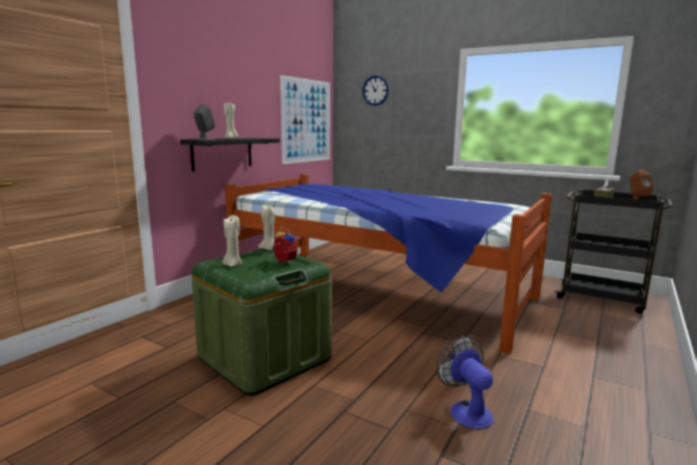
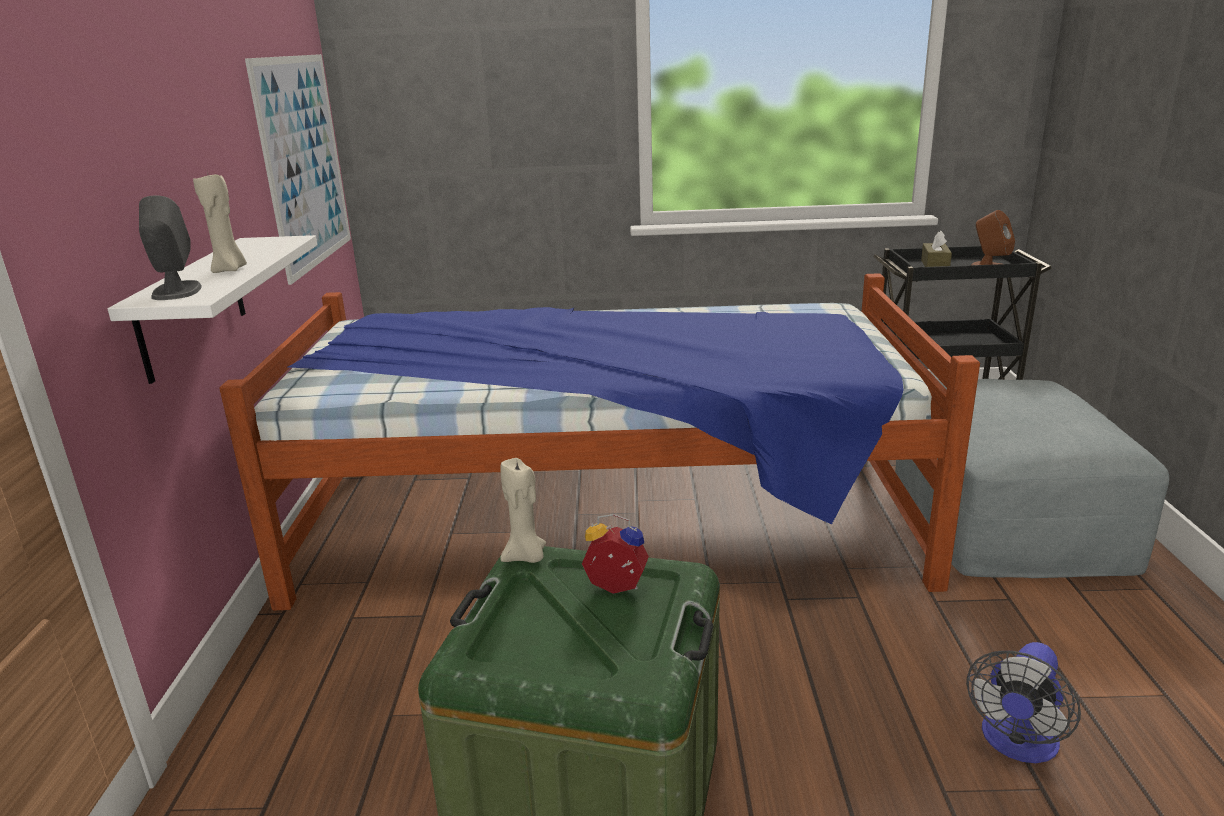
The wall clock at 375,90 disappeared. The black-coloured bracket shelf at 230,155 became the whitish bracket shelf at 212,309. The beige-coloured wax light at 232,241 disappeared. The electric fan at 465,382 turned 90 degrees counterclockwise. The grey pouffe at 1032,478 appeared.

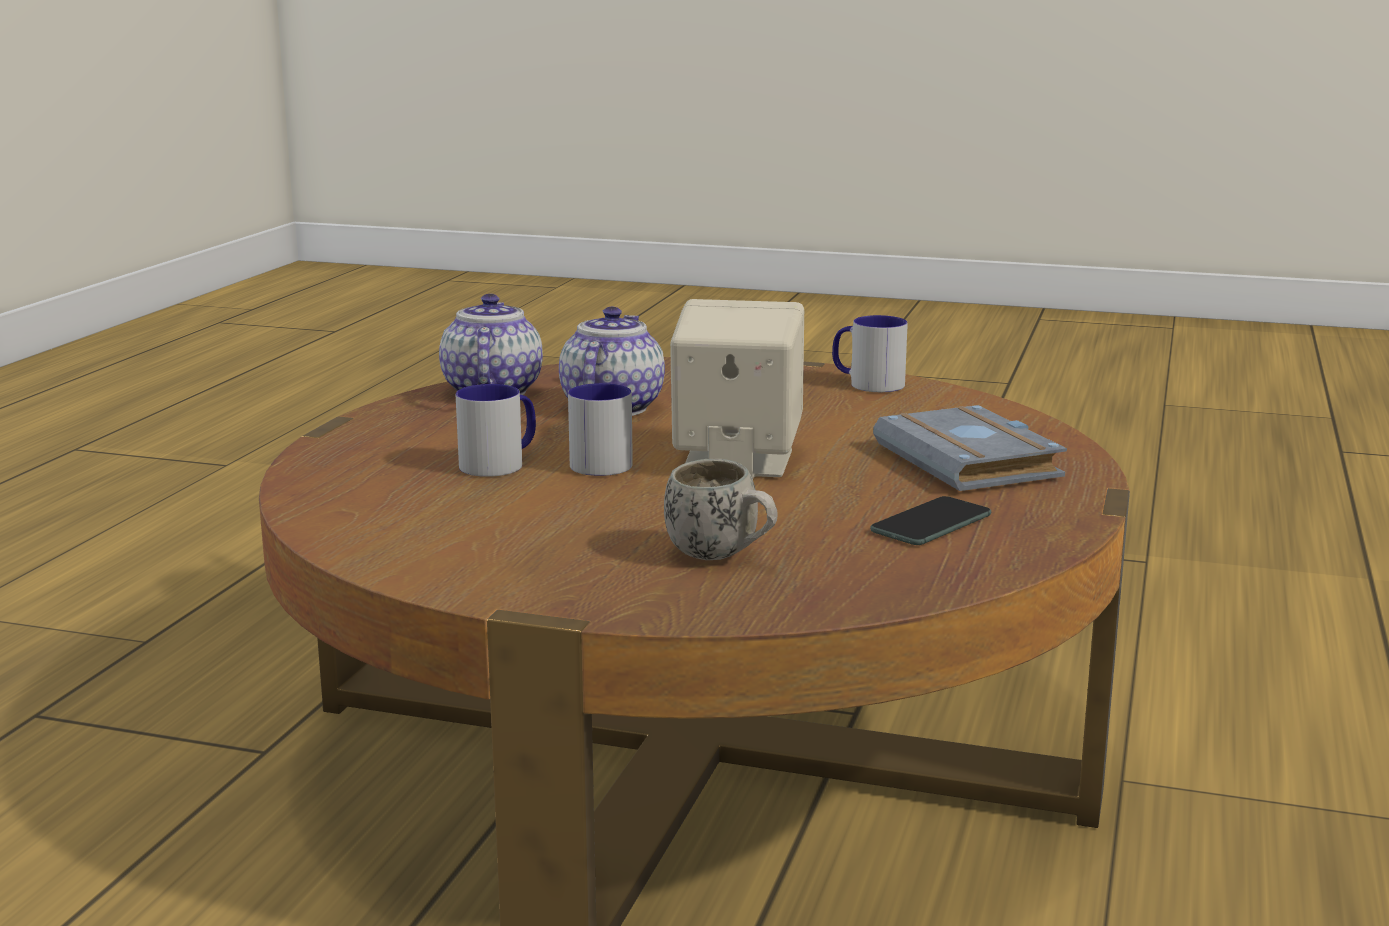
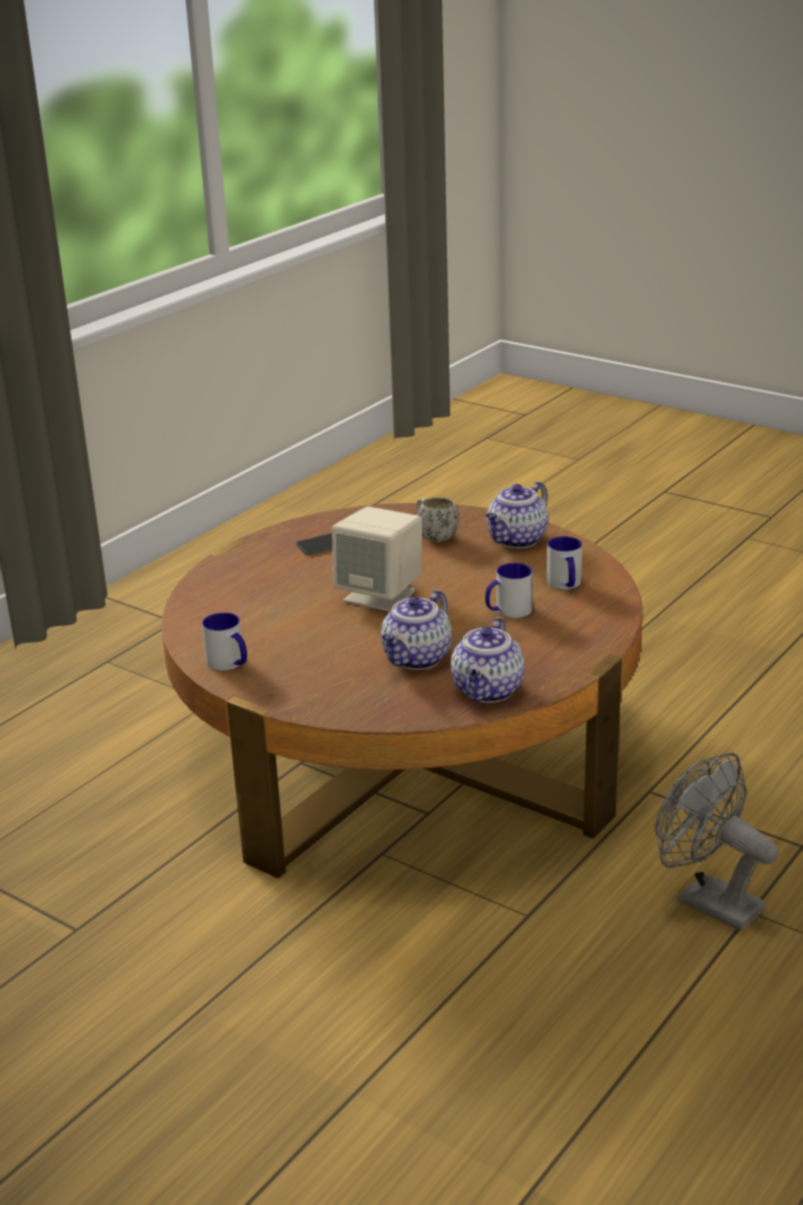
The tea mug moved from 600,429 to 564,563. The grey volume at 970,448 disappeared. The tea pot at 517,515 appeared. The grey electric fan at 717,842 appeared.

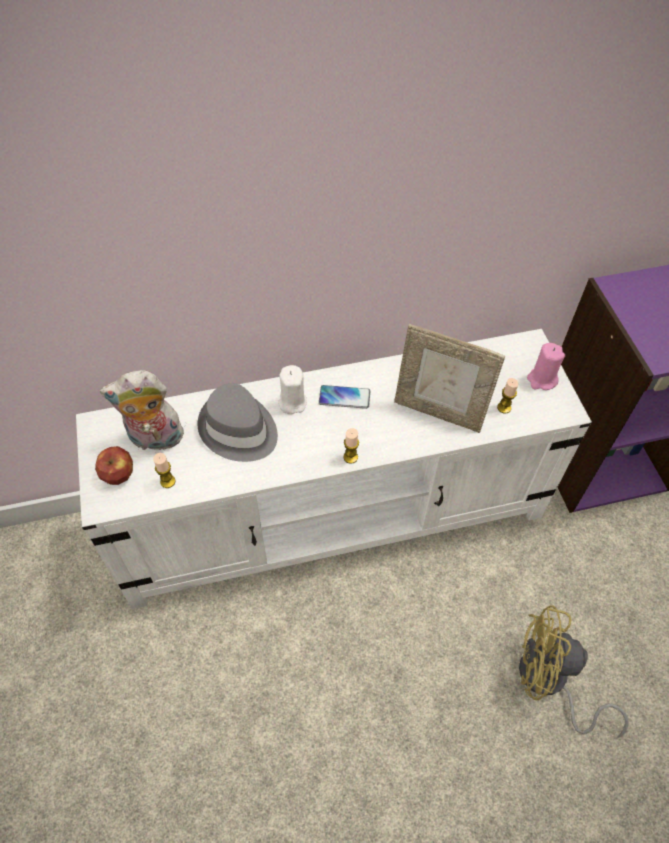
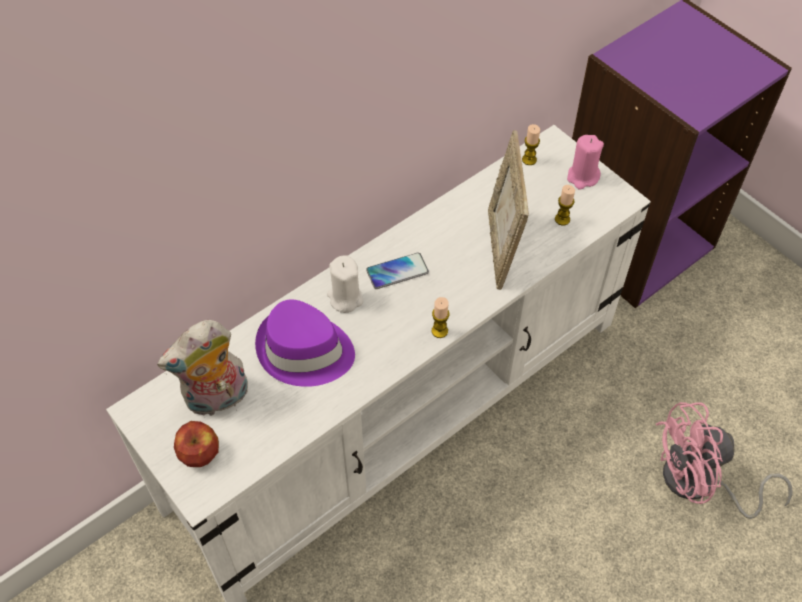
The standing frame at 449,378 turned 90 degrees clockwise. The grey wearable hat at 238,422 became the purple wearable hat at 305,343. The wax light moved from 164,470 to 531,144. The yellow-coloured electric fan at 574,671 became the pink-coloured electric fan at 724,460.

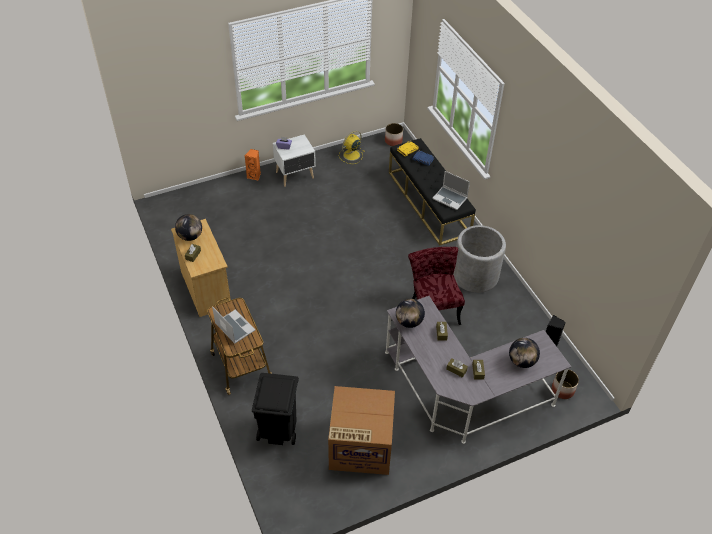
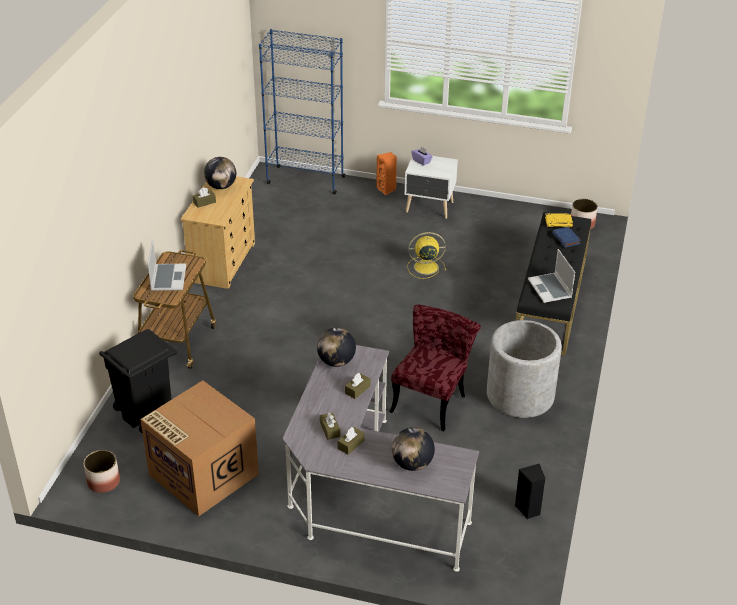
The yellow-coloured electric fan moved from 351,147 to 426,255. The flower pot moved from 565,384 to 102,471. The bluish bookshelf at 302,111 appeared.

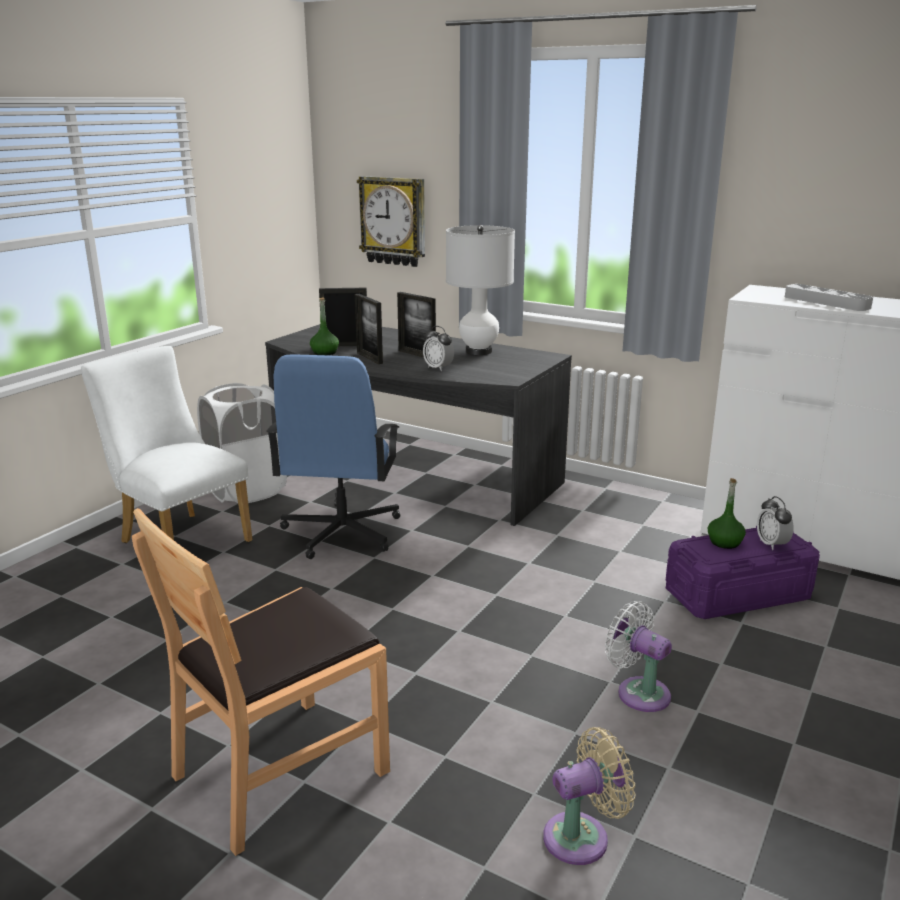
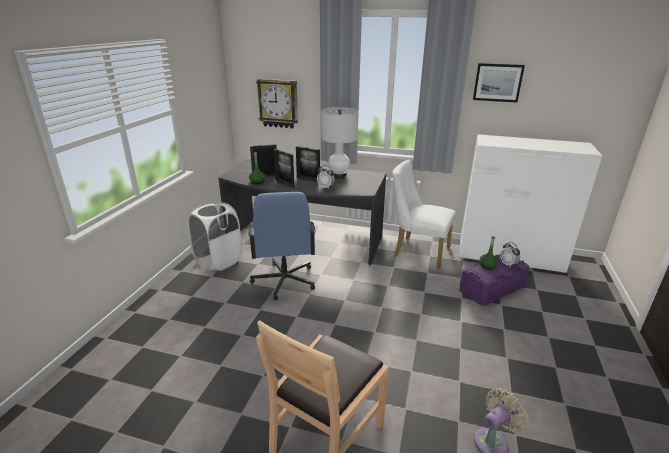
The grey tray at 829,297 disappeared. The whitish plain chair moved from 166,444 to 424,213. The whitish electric fan at 638,656 disappeared. The wall picture at 499,83 appeared.

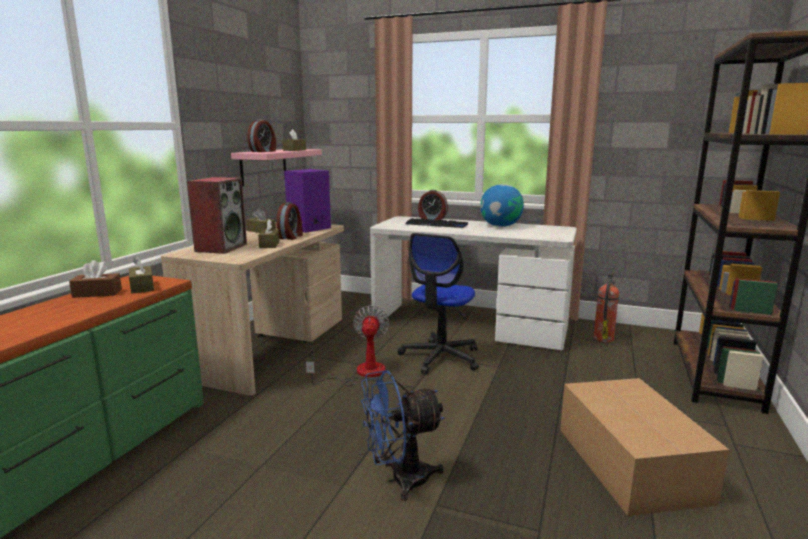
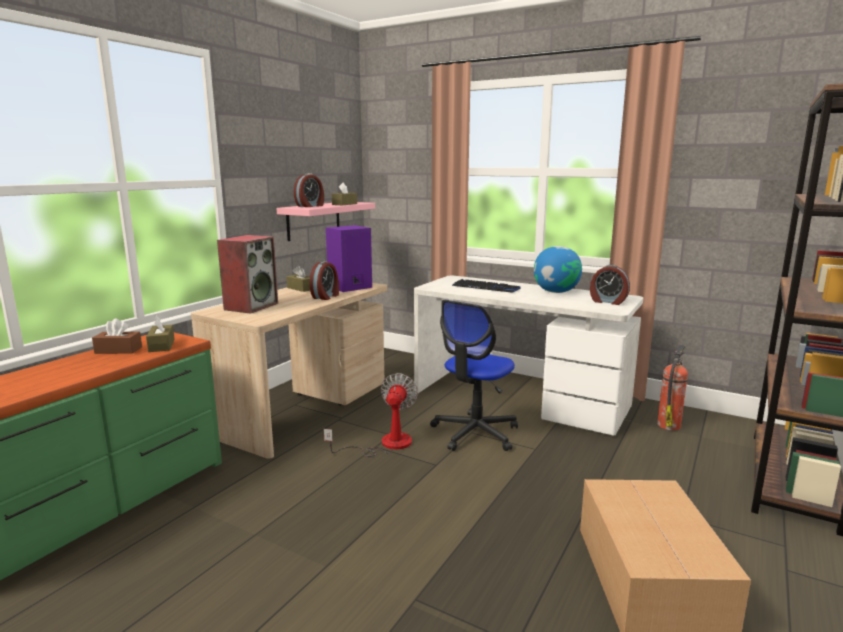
The alarm clock moved from 433,205 to 610,285. The brown-coloured box of tissues at 269,233 disappeared. The bluish electric fan at 402,435 disappeared.

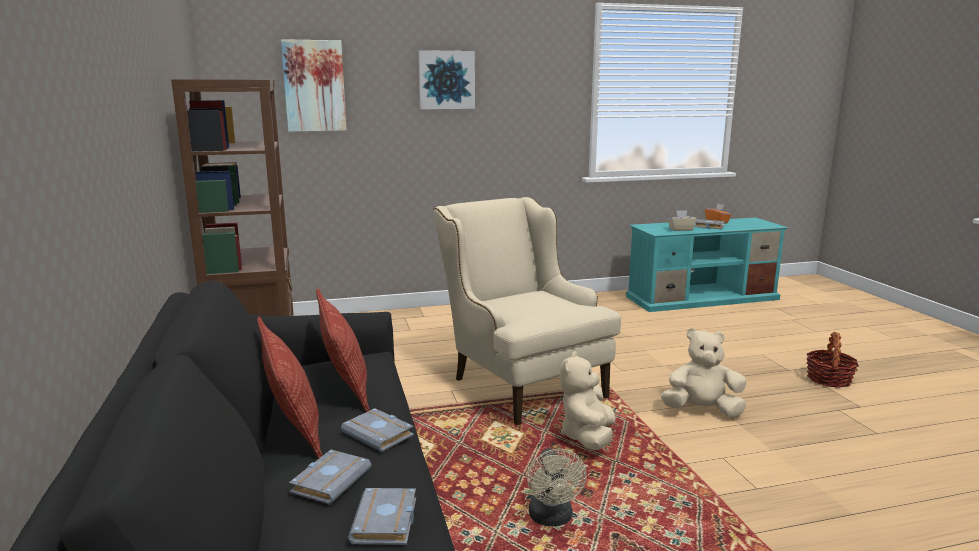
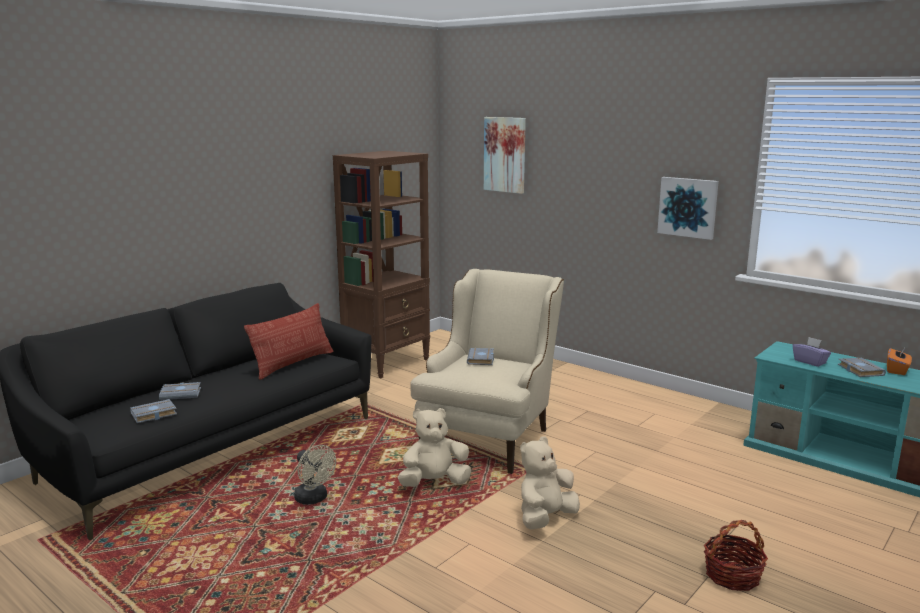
The wall picture moved from 446,79 to 688,208. The beige-coloured box of tissues at 682,220 became the purple box of tissues at 812,352. The throw pillow at 290,388 disappeared. The beige-coloured plush toy at 703,372 turned 105 degrees counterclockwise. The grey volume moved from 377,430 to 480,356. The beige-coloured electric fan at 557,487 turned 90 degrees counterclockwise.

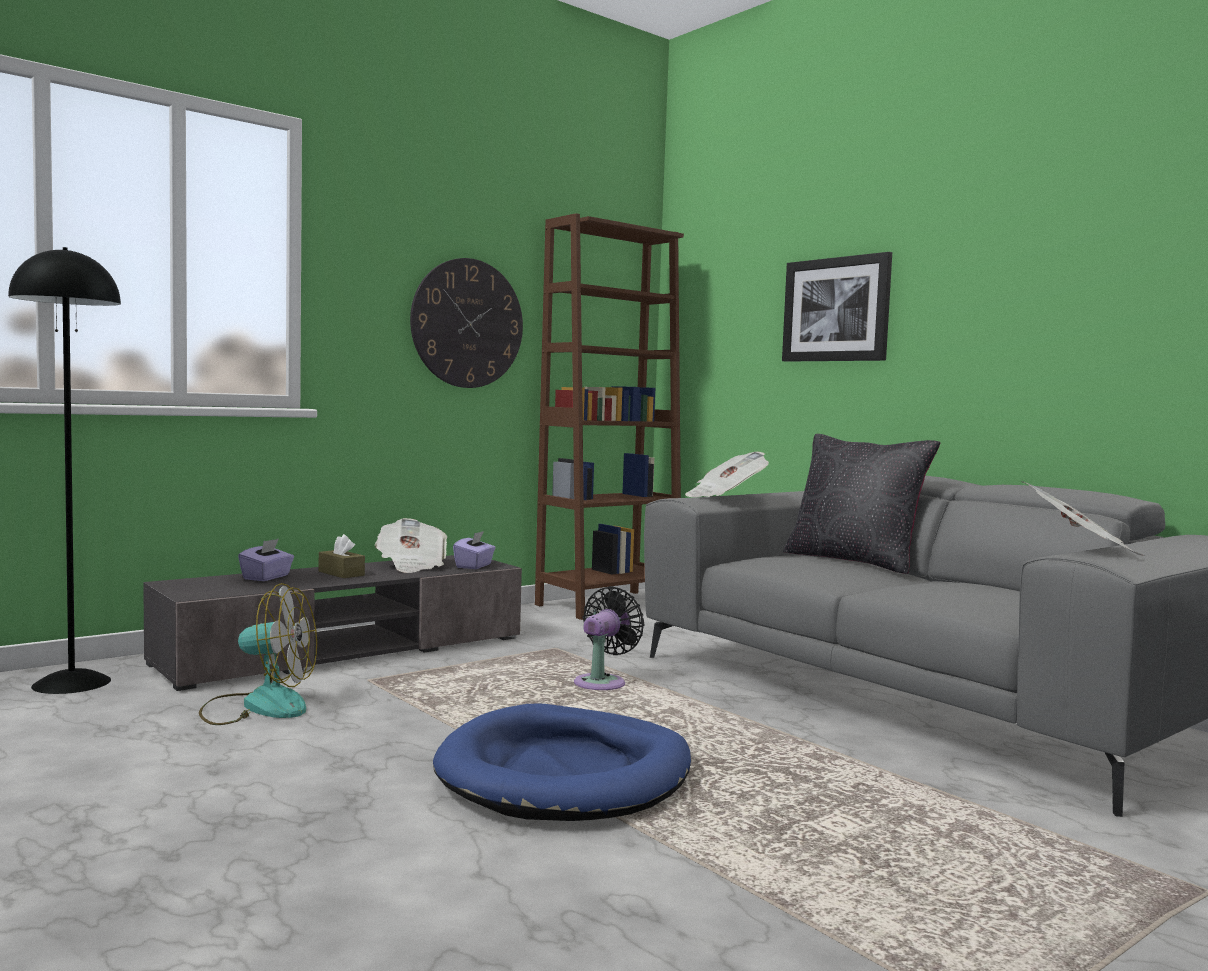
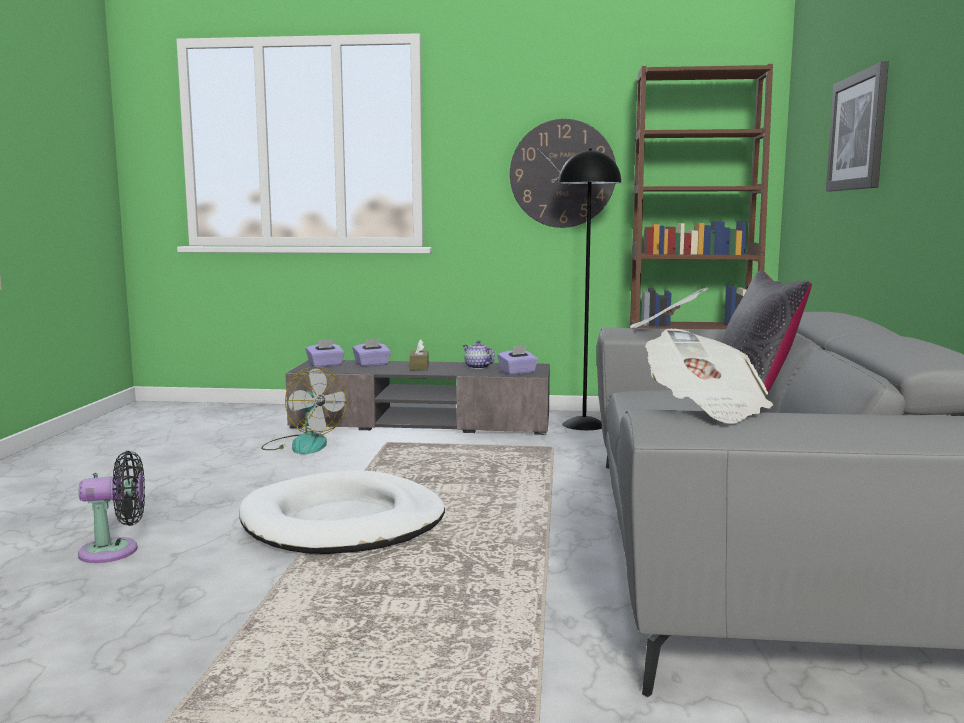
The black-coloured standard lamp moved from 64,470 to 589,289. The daily paper at 411,545 was replaced by the tea pot at 479,355. The black-coloured electric fan moved from 609,638 to 111,507. The bluish dog cushion at 562,762 became the whitish dog cushion at 342,512. The purple box of tissues at 325,353 appeared.

